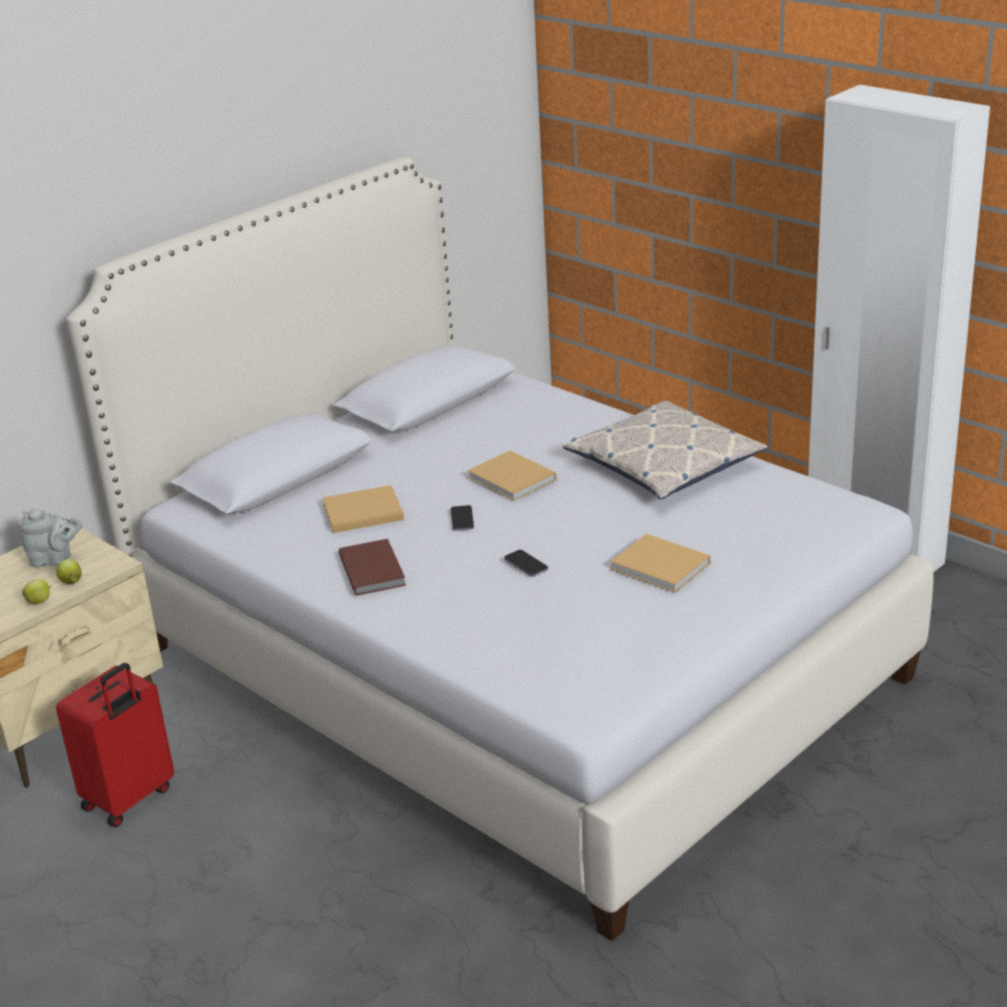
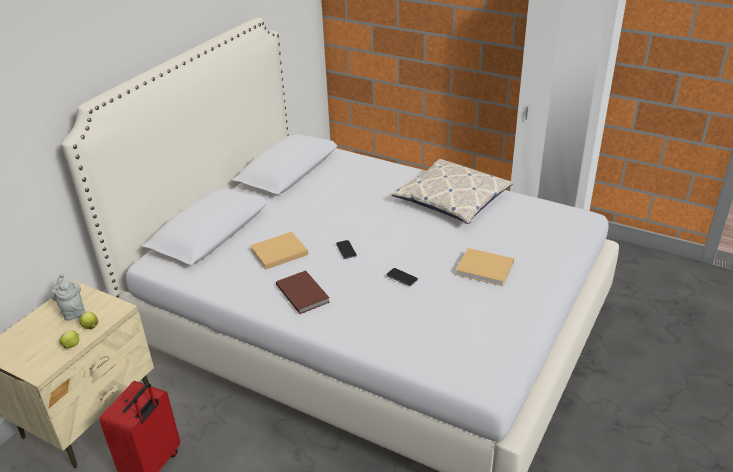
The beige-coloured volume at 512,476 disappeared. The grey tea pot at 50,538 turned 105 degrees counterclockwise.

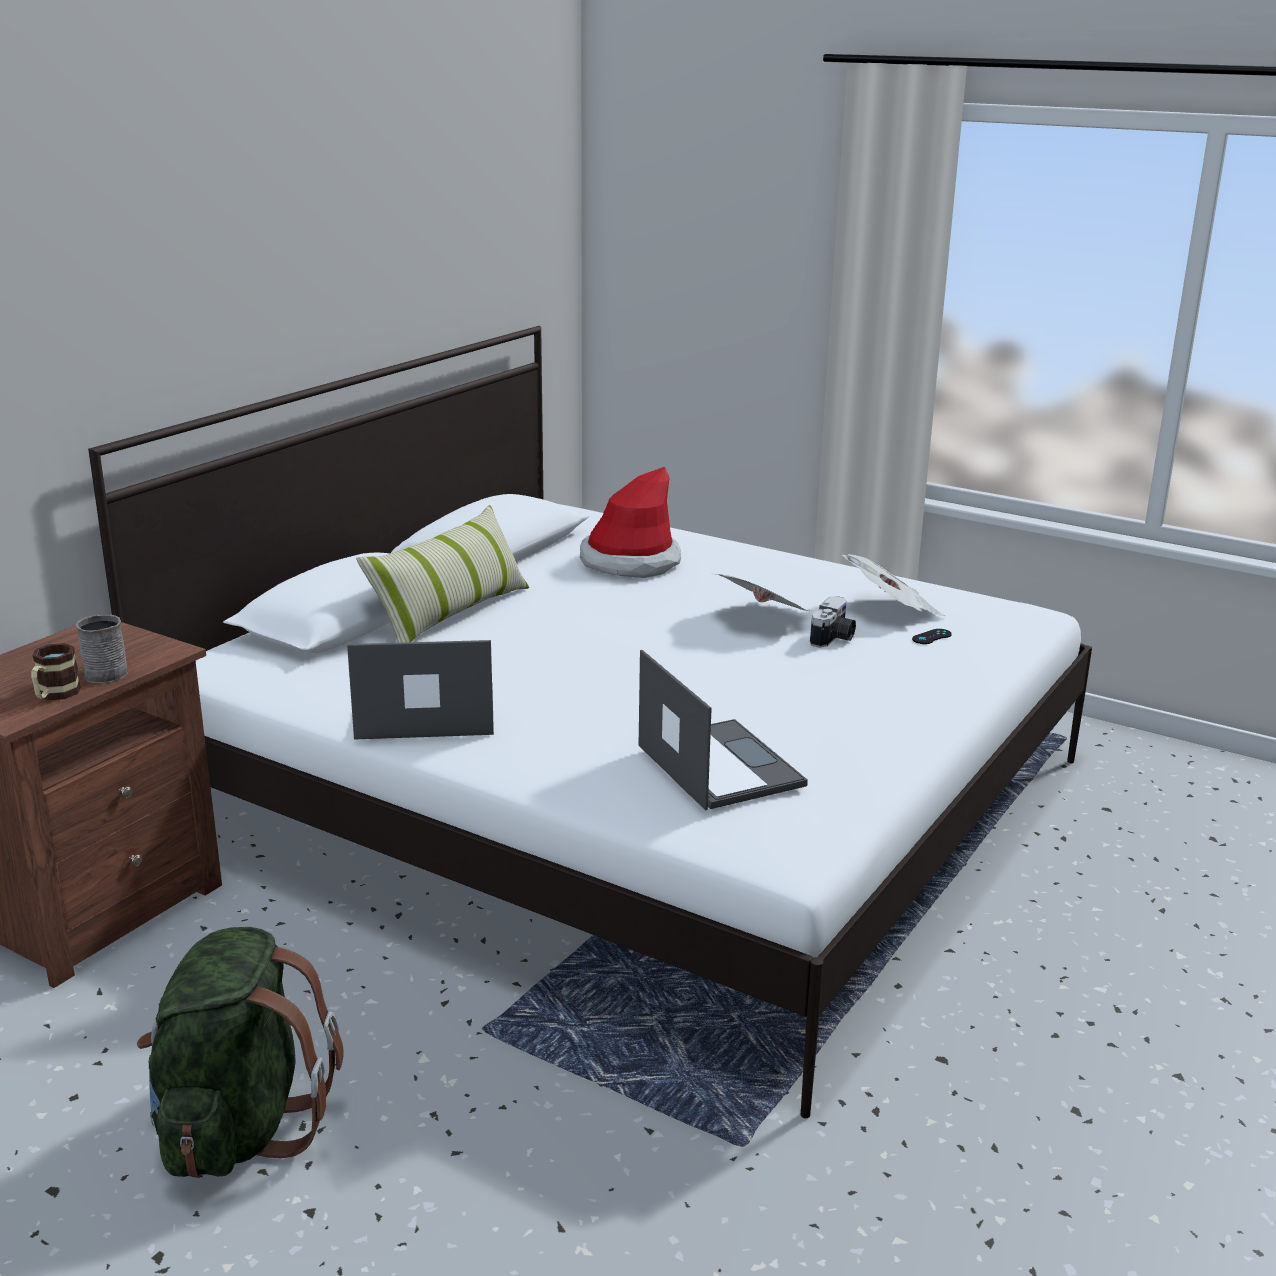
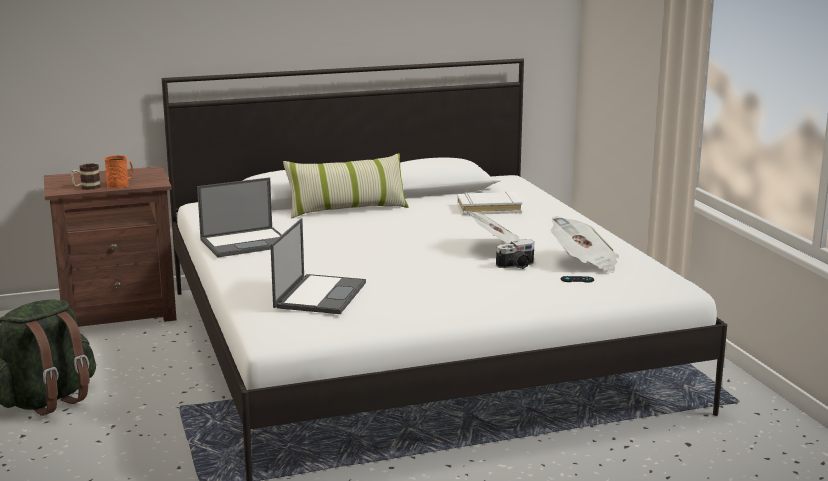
The wearable hat at 630,522 was replaced by the whitish volume at 489,203. The grey tea mug at 102,649 became the orange-coloured tea mug at 118,171. The portable computer at 420,690 turned 120 degrees clockwise.

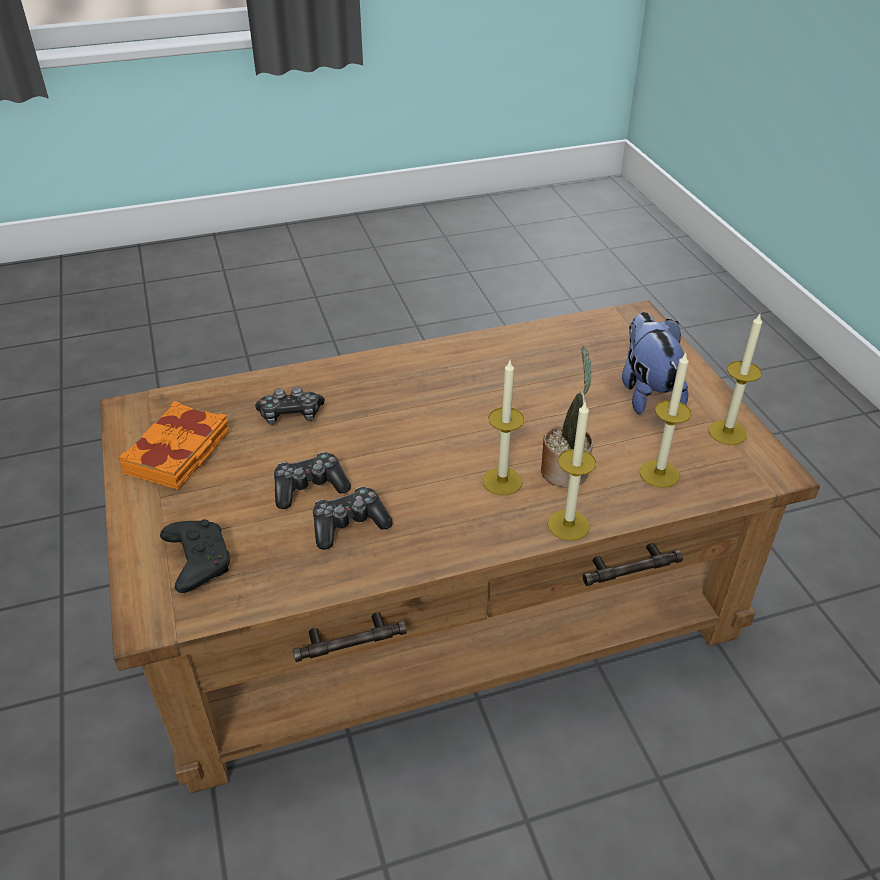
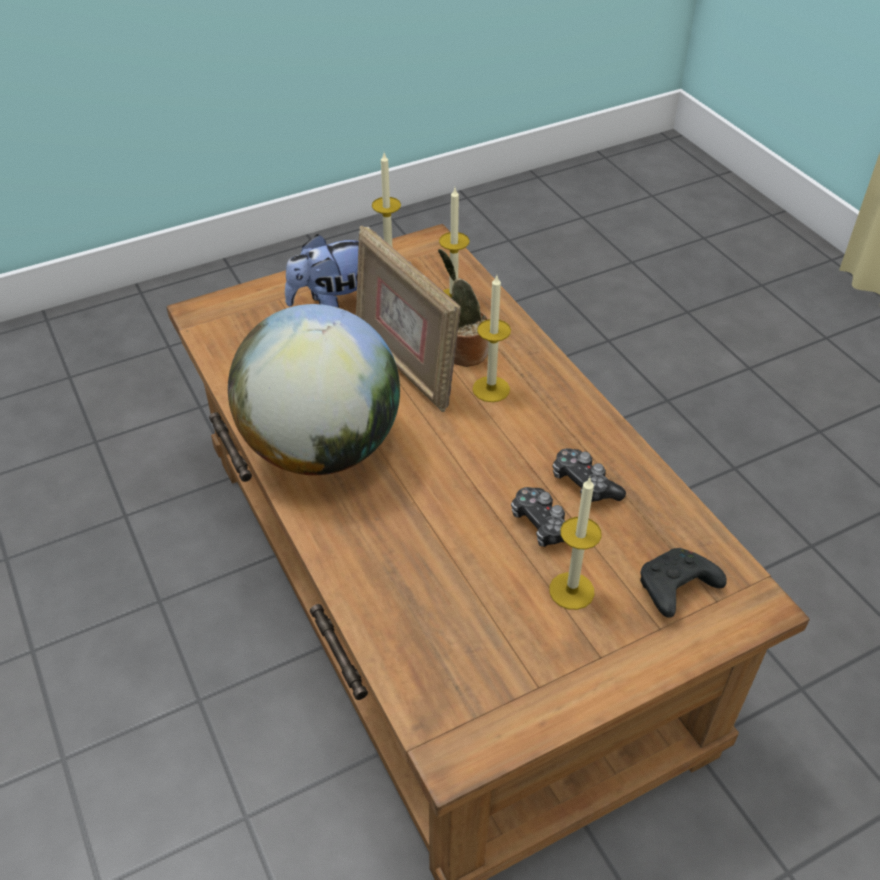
The game controller at 289,406 disappeared. The orange-coloured volume at 174,445 disappeared. The wax light moved from 571,471 to 575,543. The standing frame at 408,319 appeared. The globe at 314,389 appeared.

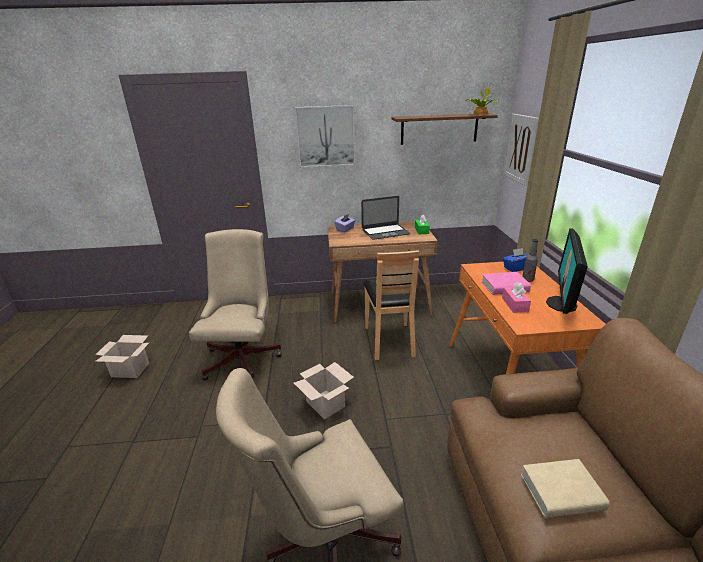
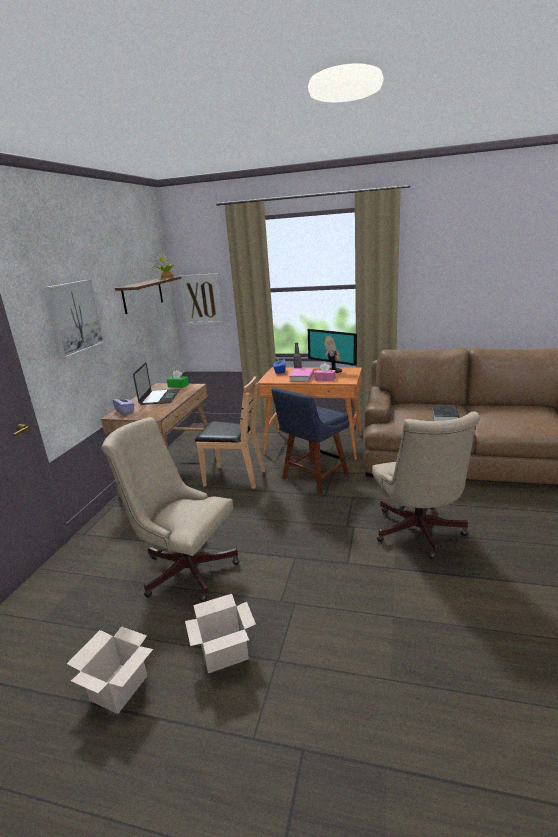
The cardboard box moved from 324,390 to 220,634. The beige-coloured volume at 565,488 became the black-coloured volume at 446,413. The bluish plain chair at 310,441 appeared.

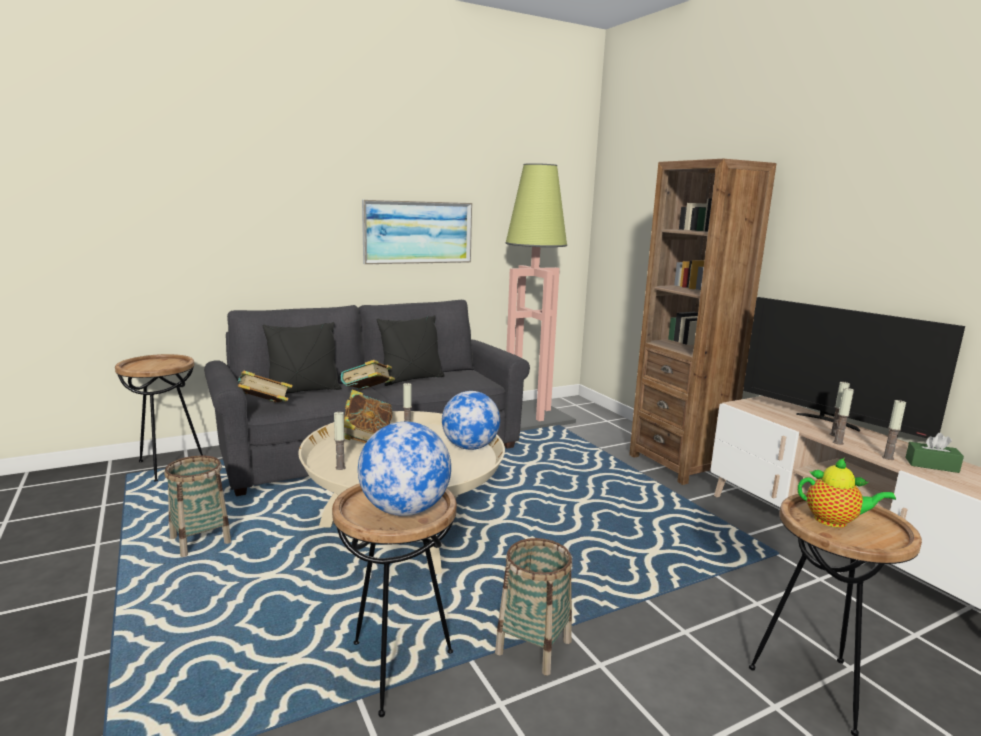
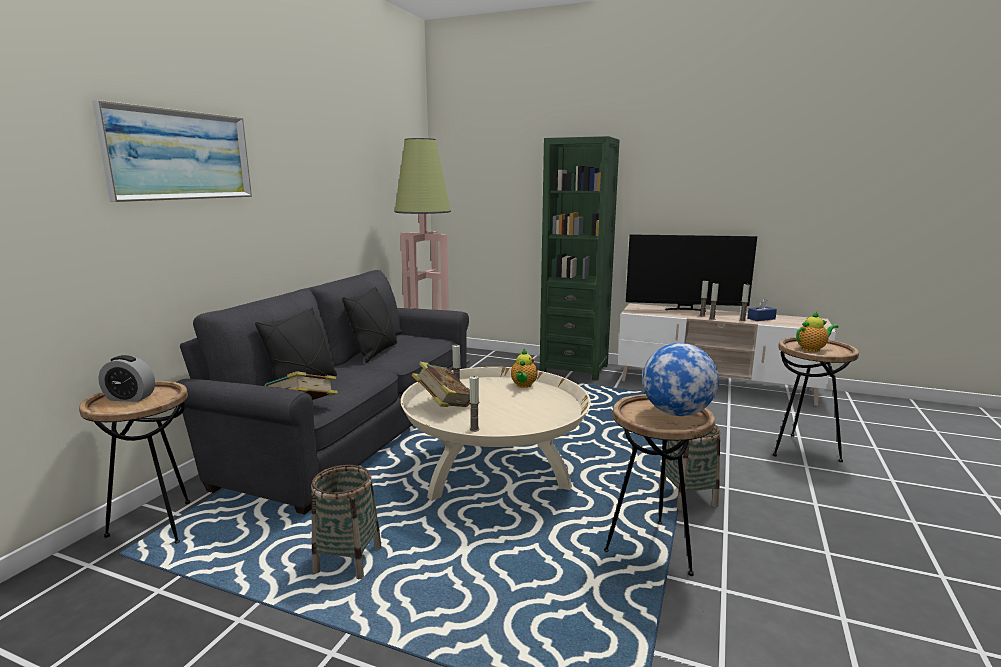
The brown-coloured bookshelf at 703,322 became the green-coloured bookshelf at 580,258. The wall picture moved from 417,232 to 172,151. The volume at 368,375 disappeared. The globe at 471,420 was replaced by the tea pot at 524,368. The green-coloured box of tissues at 934,453 became the bluish box of tissues at 762,310. The alarm clock at 126,378 appeared.

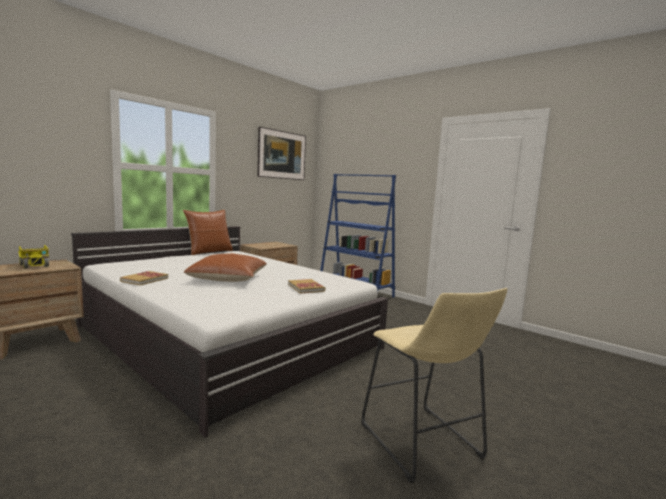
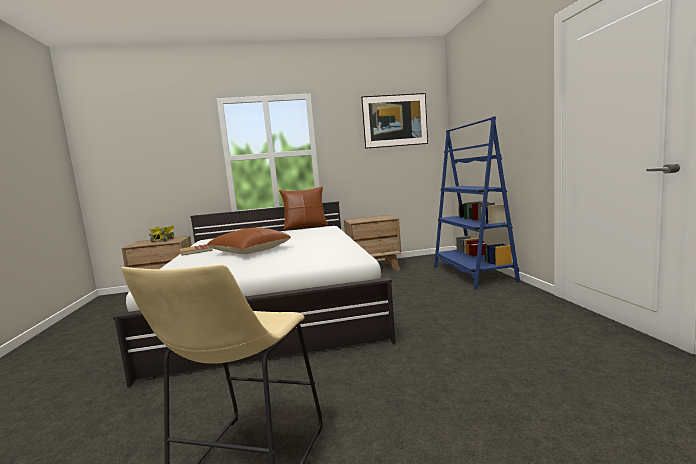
The volume at 306,286 disappeared.

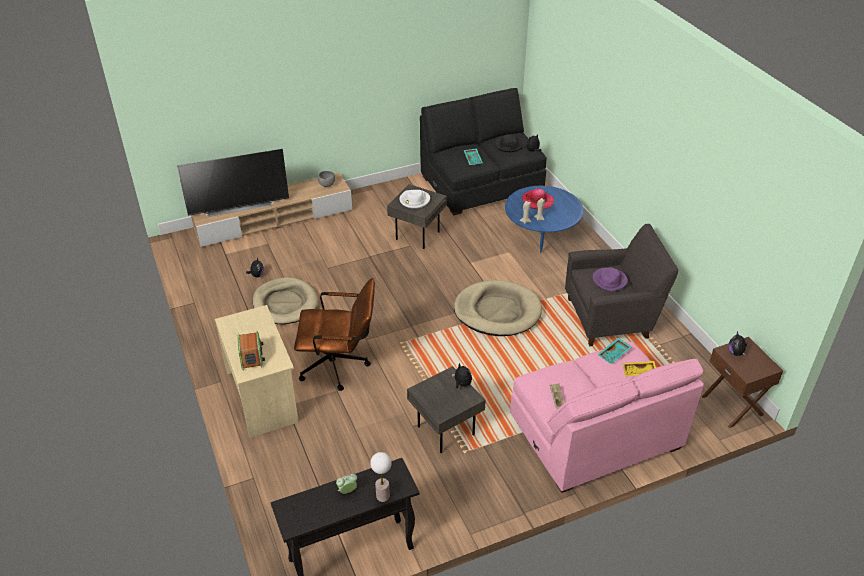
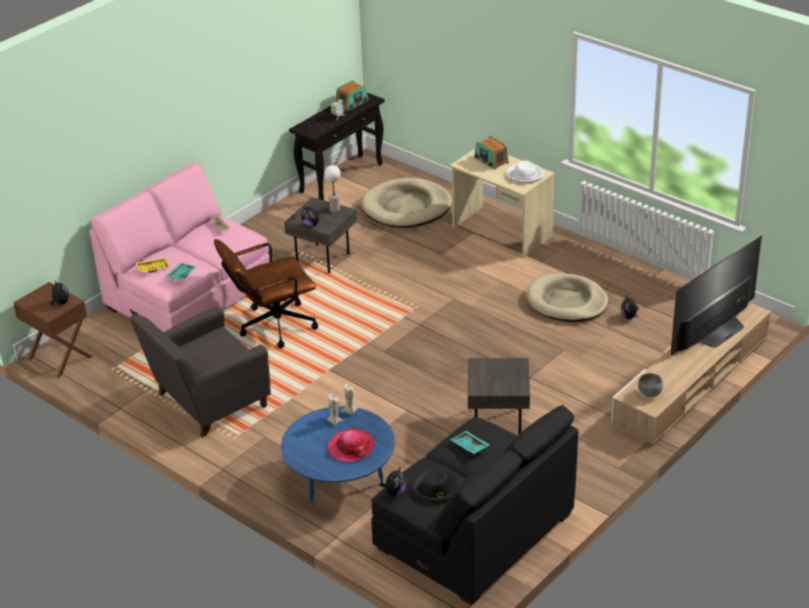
The whitish wearable hat moved from 415,199 to 525,172. The purple wearable hat at 610,280 disappeared. The brown-coloured office chair moved from 334,334 to 266,293. The beige-coloured dog cushion moved from 498,308 to 406,203. The table lamp moved from 381,477 to 332,188. The radio receiver at 352,95 appeared.

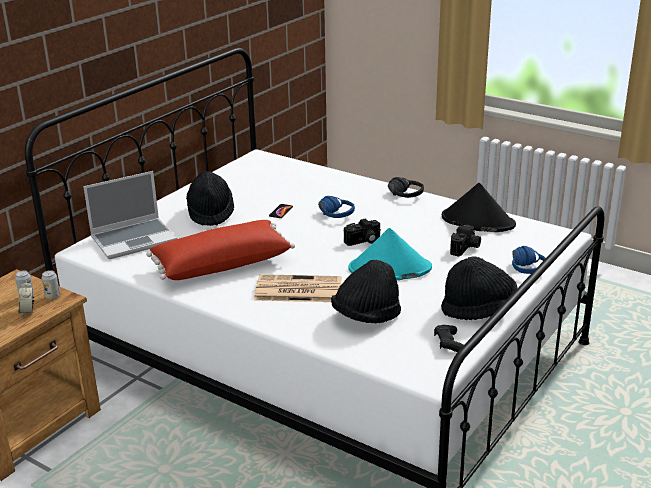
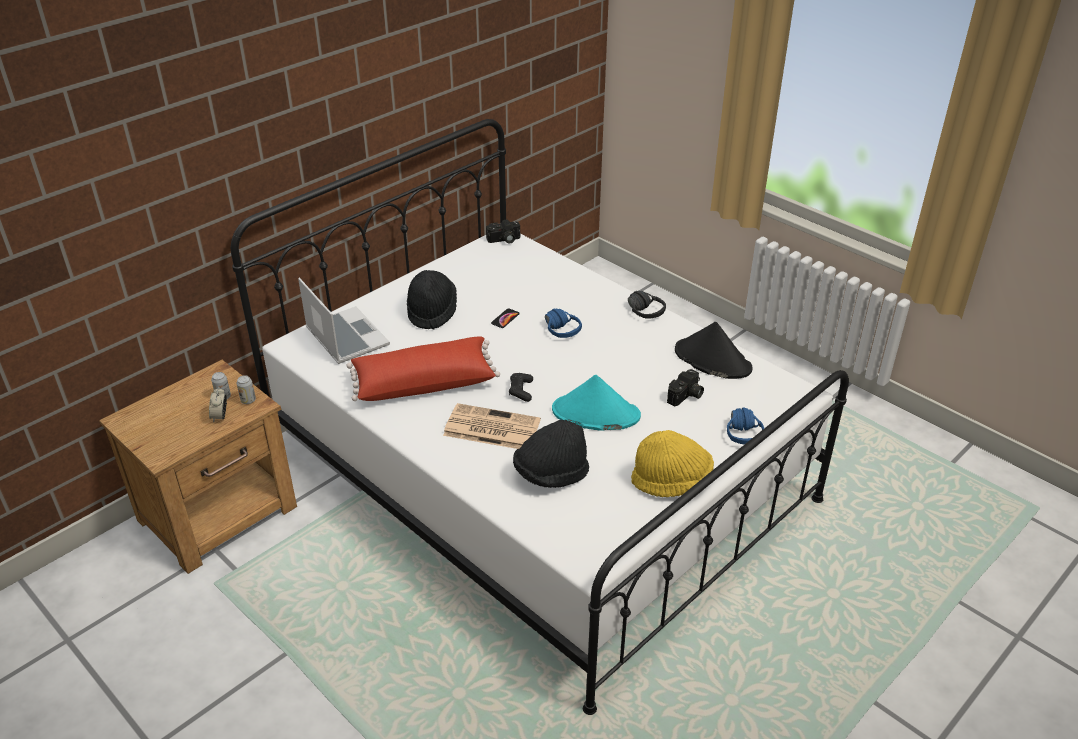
The portable computer at 130,215 turned 105 degrees counterclockwise. The still camera moved from 362,232 to 503,231. The black-coloured wearable hat at 479,288 became the yellow-coloured wearable hat at 672,463. The black-coloured game controller moved from 449,338 to 521,387.

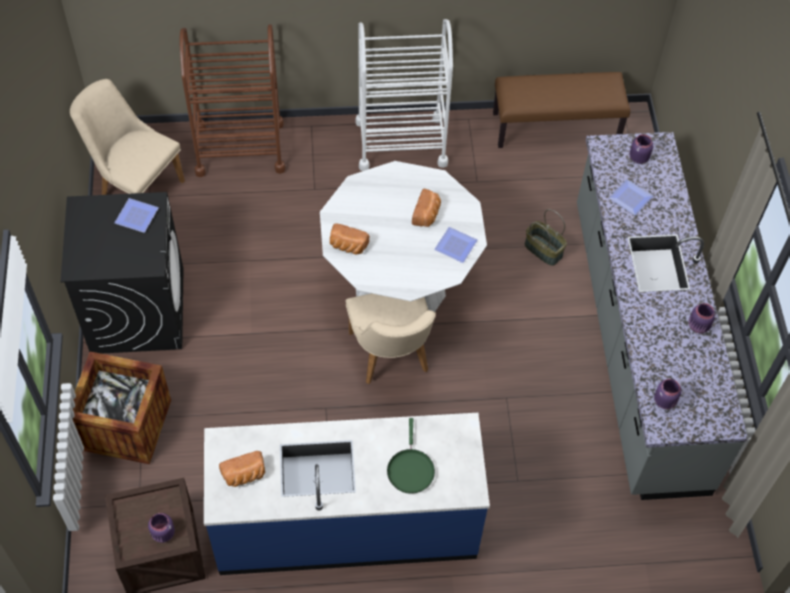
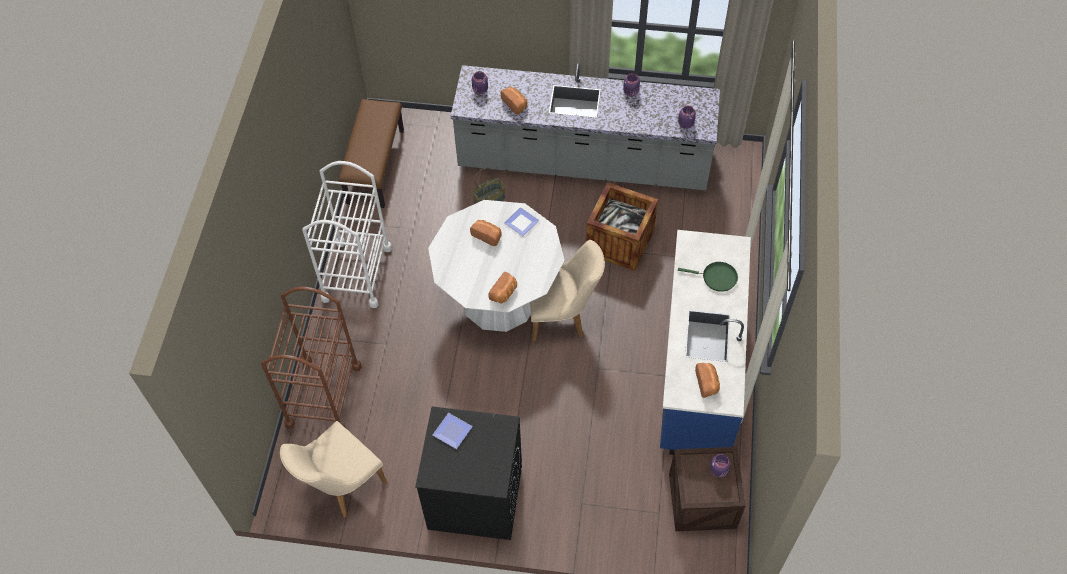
The flat dish at 631,197 was replaced by the bread at 514,101. The crate moved from 121,408 to 622,226.

